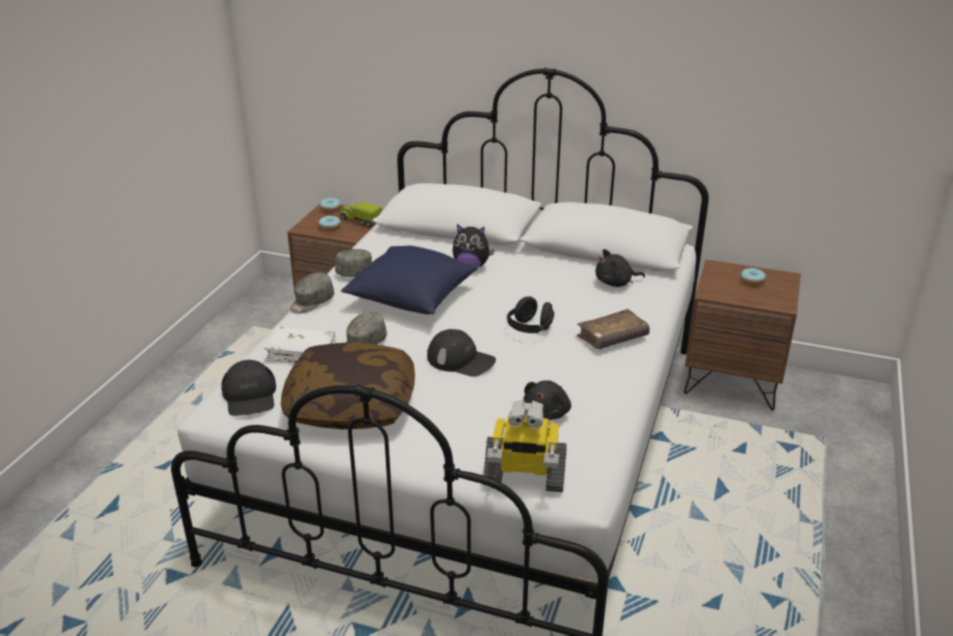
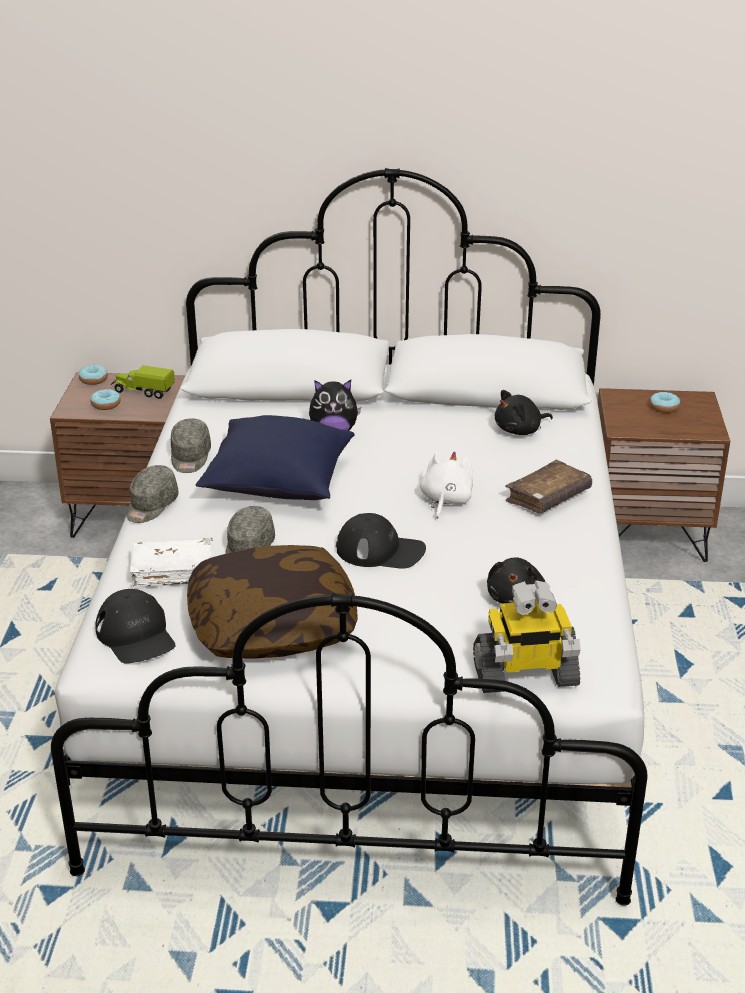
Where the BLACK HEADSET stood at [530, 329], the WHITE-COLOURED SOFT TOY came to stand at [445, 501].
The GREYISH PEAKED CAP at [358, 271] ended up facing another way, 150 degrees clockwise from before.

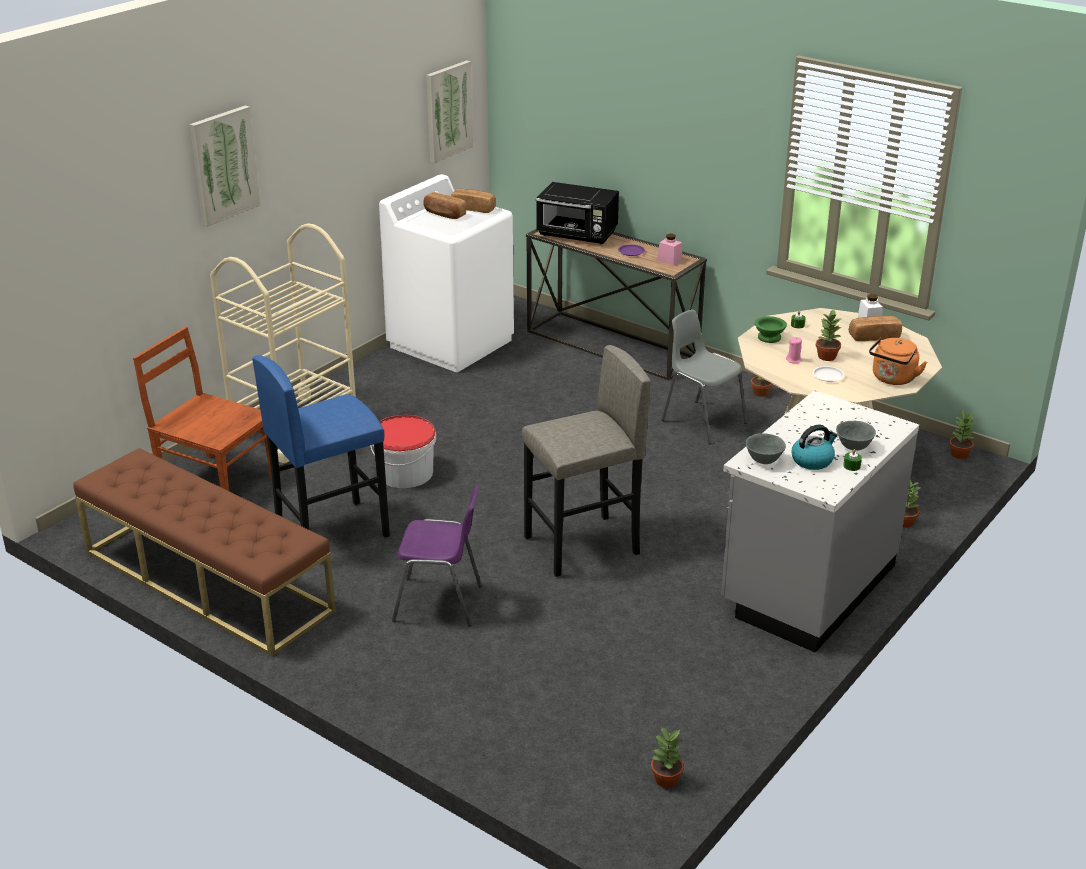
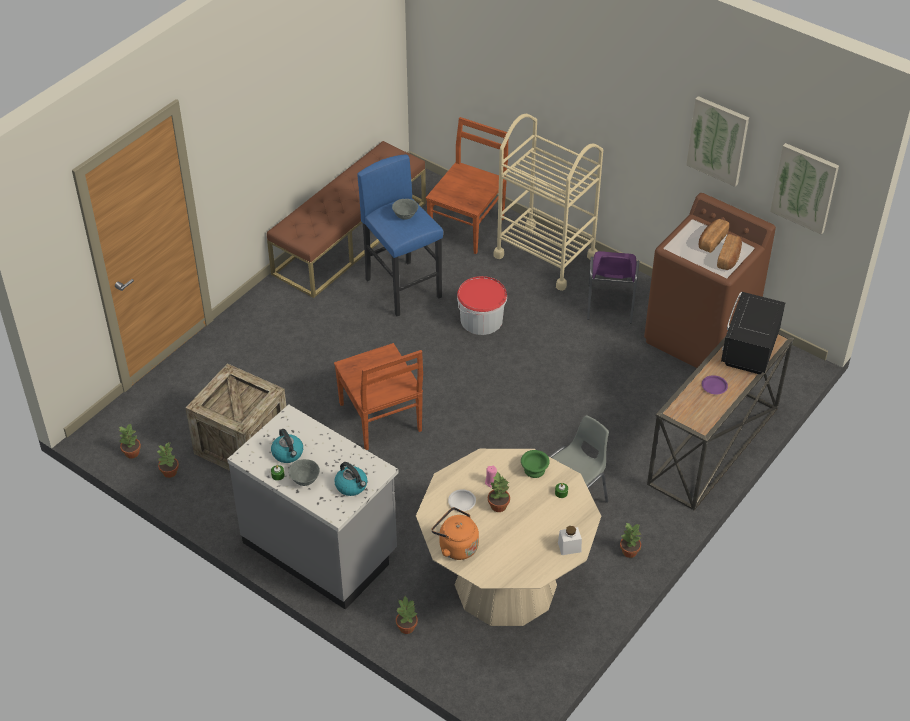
The second view lost the PINK JAR at [669, 260].
The second view lost the BAKED BREAD at [873, 337].
The second view gained the CRATE at [242, 444].
The second view gained the KETTLE at [352, 486].
The WALL PICTURE ended up elsewhere, having gone from [224, 165] to [718, 140].
The PURPLISH UPRIGHT CHAIR ended up elsewhere, having gone from [440, 603] to [610, 305].
The GREYISH BOWL ended up elsewhere, having gone from [764, 460] to [405, 216].
The POTTED PLANT ended up elsewhere, having gone from [959, 454] to [170, 472].
Where the GREYISH STOOL stood at [582, 546], the BROWNISH UPRIGHT CHAIR came to stand at [381, 419].
What was the WHITE-COLOURED LAUNDRY MACHINE at [451, 343] turned into the BROWNISH LAUNDRY MACHINE at [700, 336].

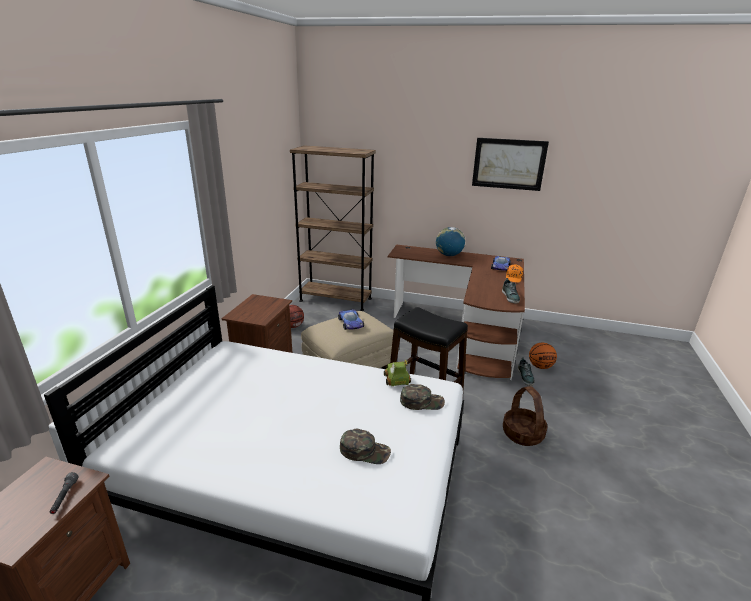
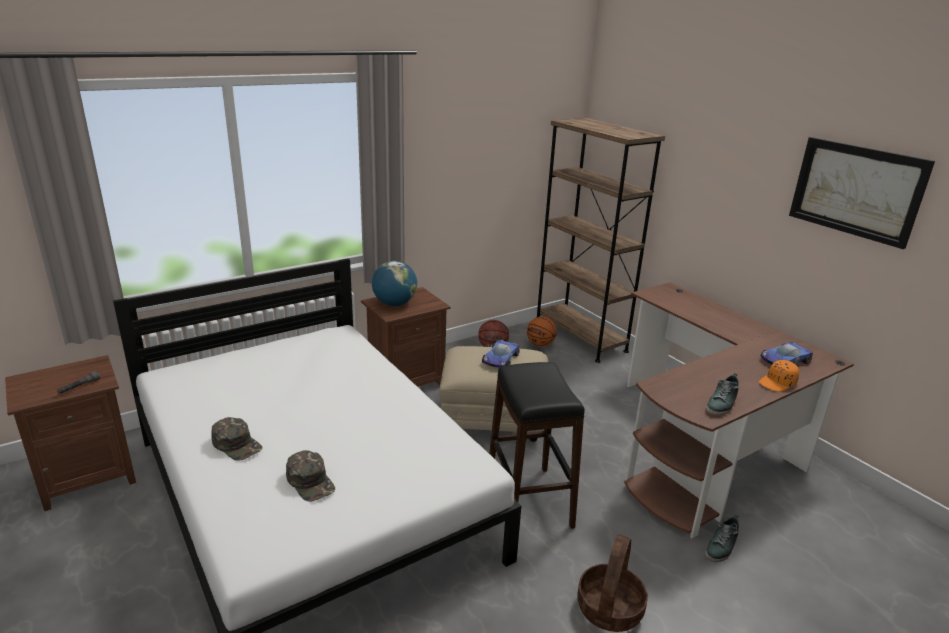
The second view lost the MINIATURE CAR at [396, 380].
The GREEN PEAKED CAP ended up elsewhere, having gone from [422, 401] to [237, 444].
The WORLD GLOBE ended up elsewhere, having gone from [449, 255] to [394, 304].
The BASKETBALL BALL ended up elsewhere, having gone from [540, 366] to [540, 344].

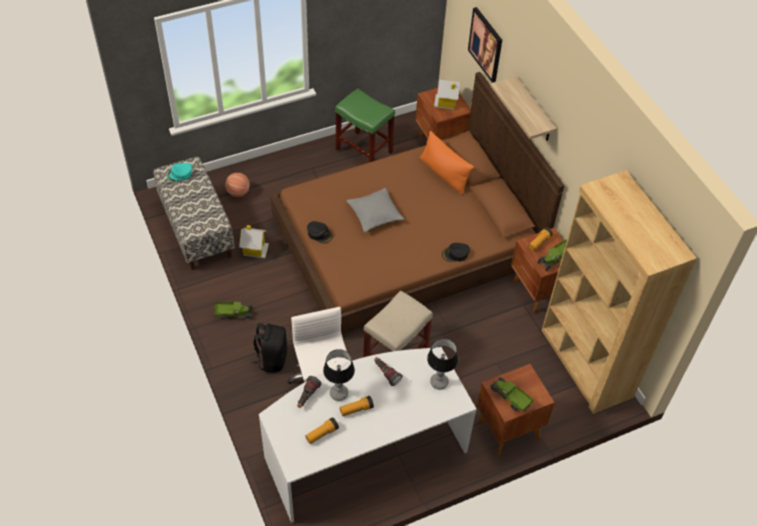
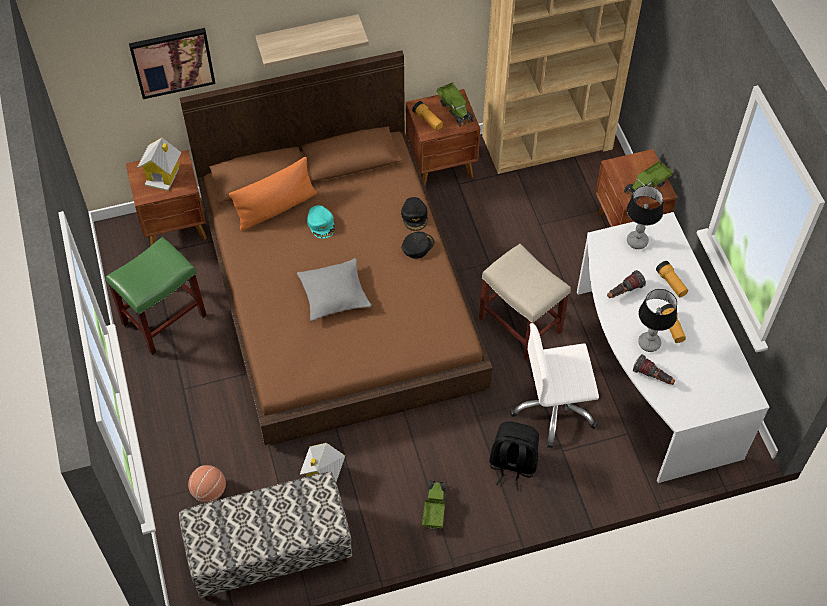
The BLUE-GREEN PEAKED CAP ended up elsewhere, having gone from [180, 174] to [321, 224].
The FLASHLIGHT ended up elsewhere, having gone from [322, 434] to [671, 283].
The BLACK PEAKED CAP ended up elsewhere, having gone from [319, 234] to [417, 246].

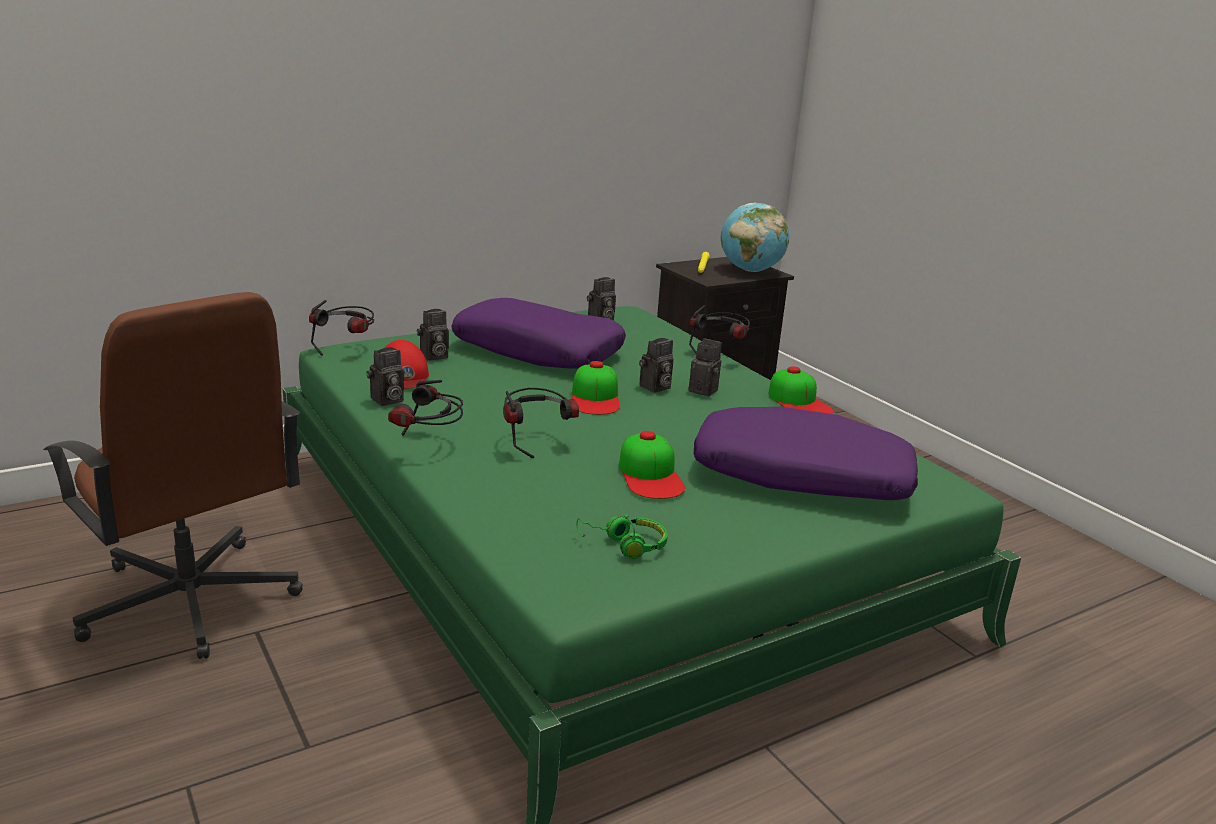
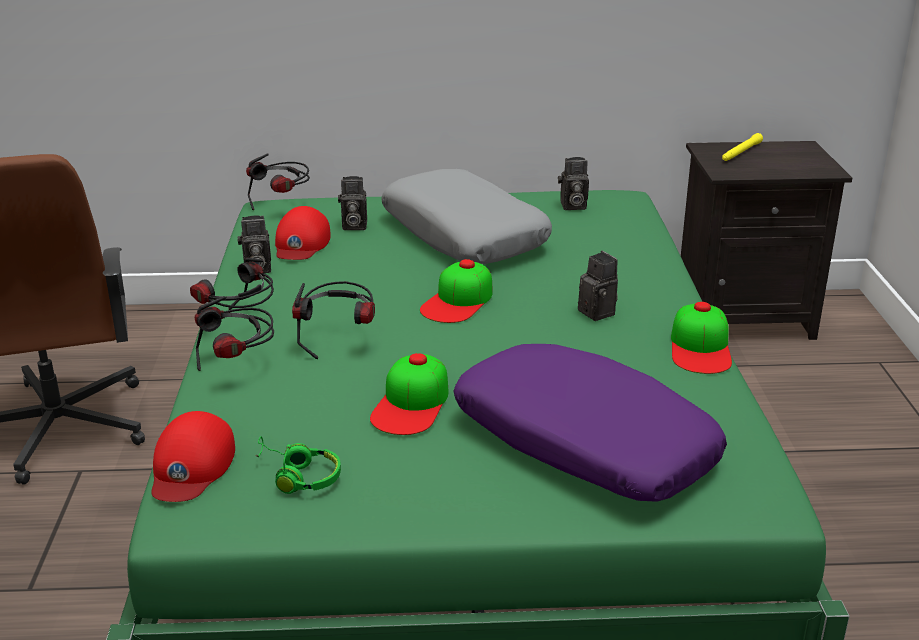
The second view lost the STILL CAMERA at [655, 388].
The second view lost the WORLD GLOBE at [750, 270].
The second view gained the RED PEAKED CAP at [191, 466].
The HEADSET ended up elsewhere, having gone from [720, 353] to [238, 368].
What was the PURPLISH PILLOW at [538, 350] turned into the GREYISH PILLOW at [465, 234].

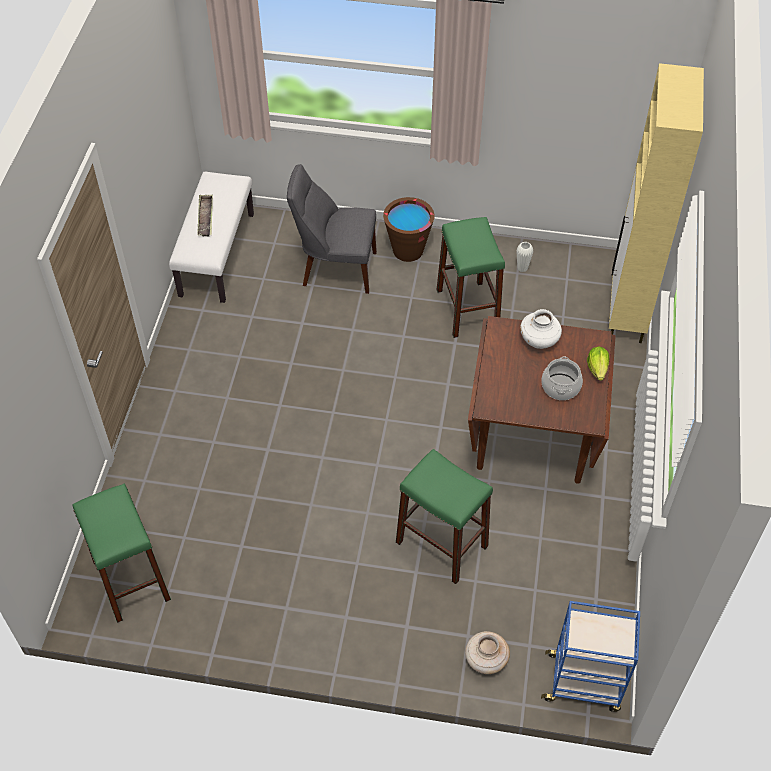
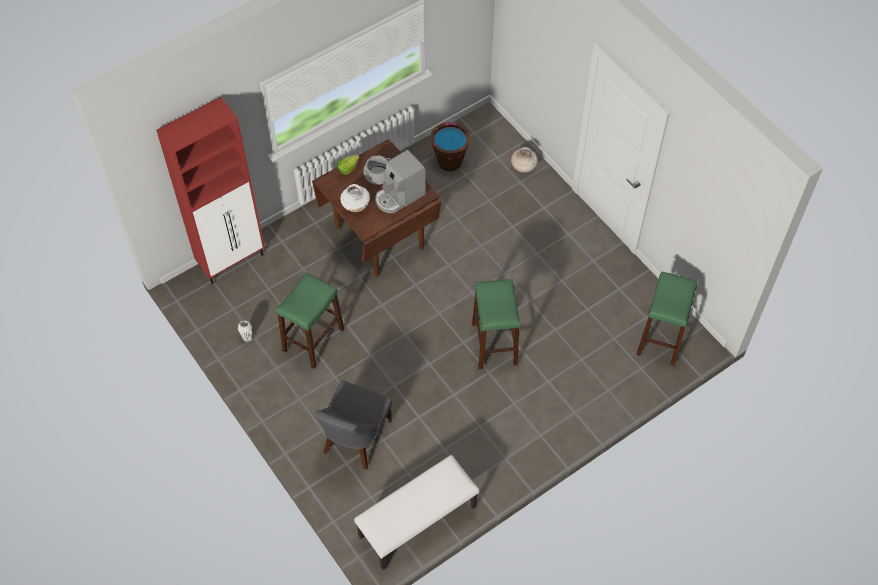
The second view lost the TRAY at [205, 218].
The second view lost the BLUE CART at [584, 682].
The second view gained the COFFEE MAKER at [399, 196].
The BROWNISH BUCKET ended up elsewhere, having gone from [408, 250] to [449, 162].
The GREEN STOOL ended up elsewhere, having gone from [442, 544] to [494, 343].
What was the BEIGE STORAGE CABINET at [626, 313] turned into the RED STORAGE CABINET at [232, 260].
The GREYISH UPRIGHT CHAIR at [335, 268] ended up facing another way, 60 degrees clockwise from before.

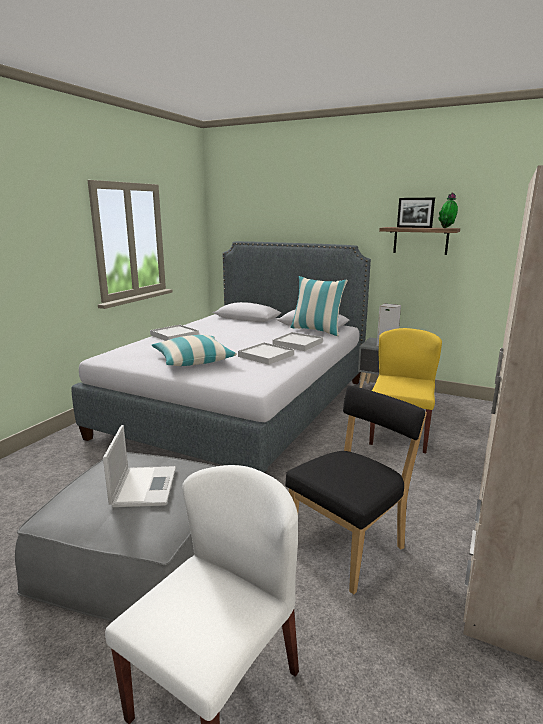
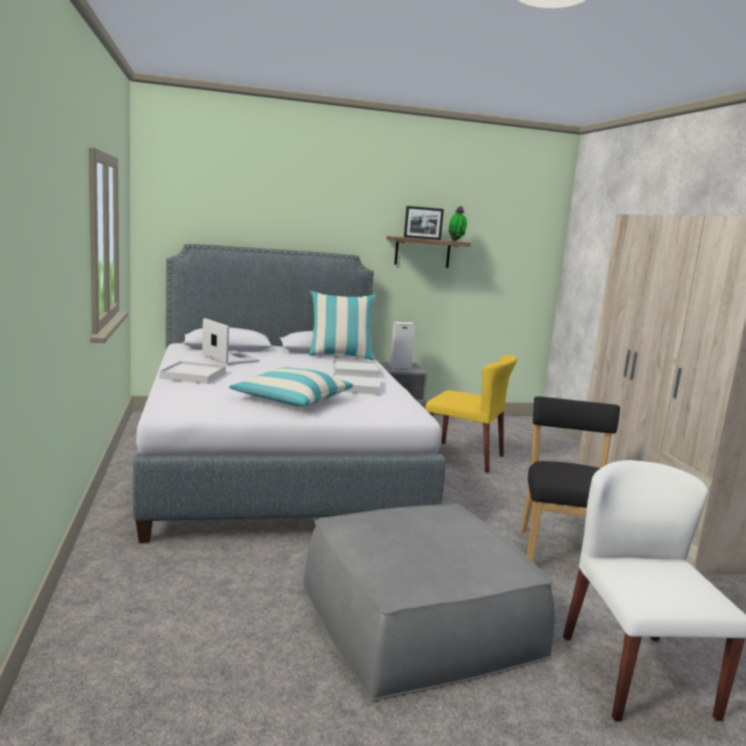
The NOTEBOOK COMPUTER ended up elsewhere, having gone from [144, 486] to [229, 358].
The YELLOWISH UPRIGHT CHAIR at [399, 434] ended up facing another way, 135 degrees clockwise from before.

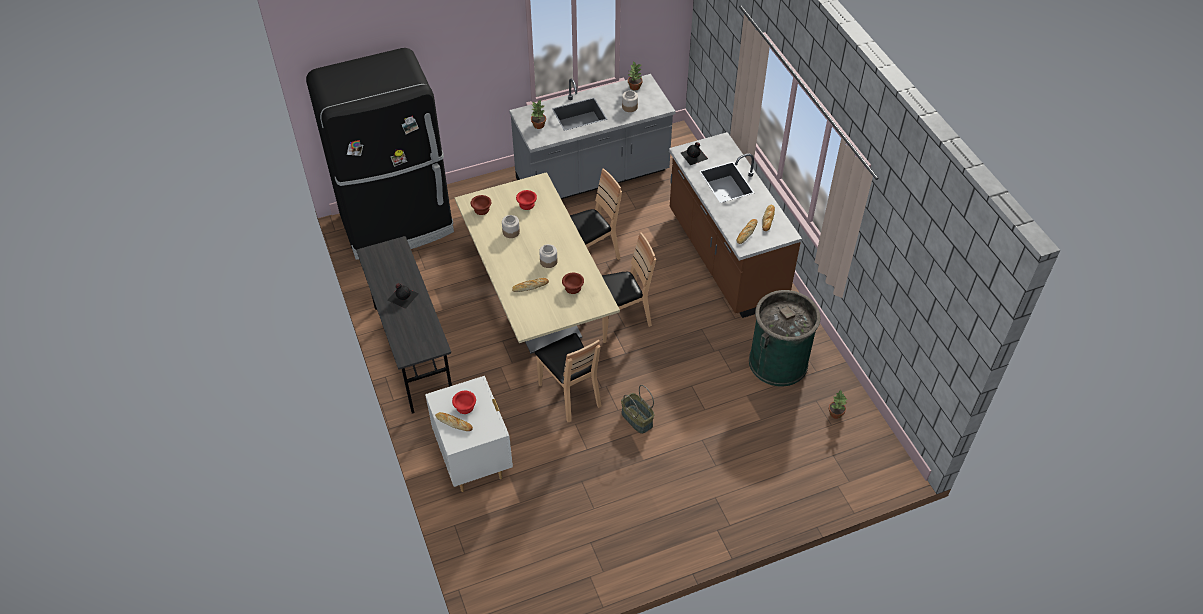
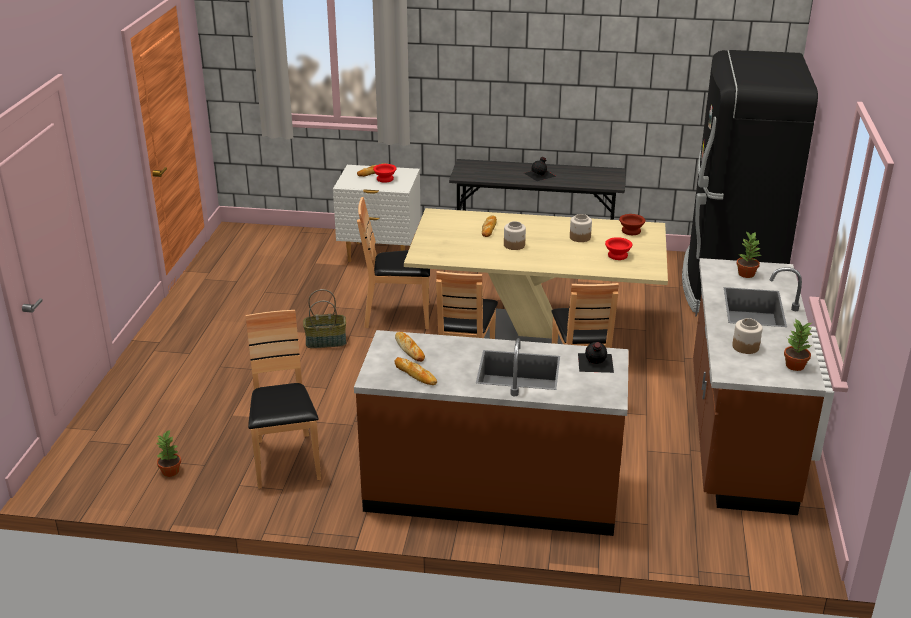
The second view lost the BROWNISH BOWL at [572, 288].
Where the GREEN TRASH CAN stood at [778, 362], the BROWNISH UPRIGHT CHAIR came to stand at [286, 461].
What was the GREYISH KITCHEN COUNTER at [592, 177] turned into the BROWNISH KITCHEN COUNTER at [737, 436].

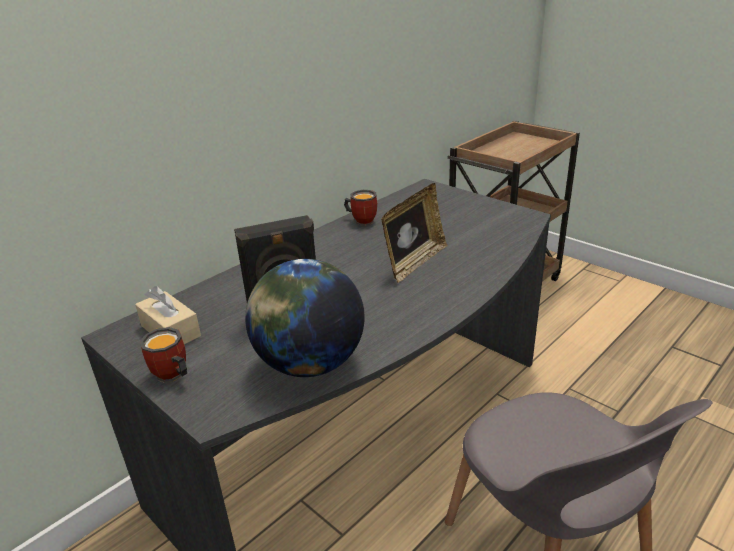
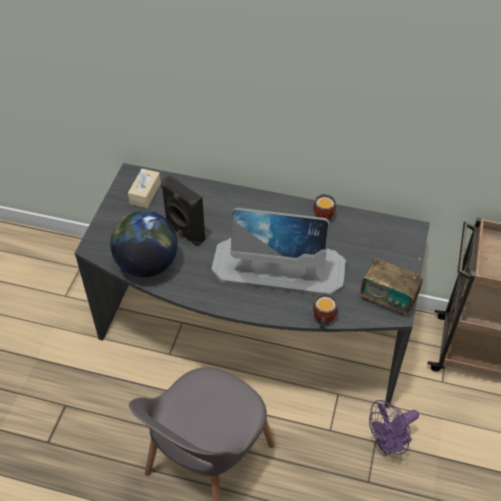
The second view gained the RADIO SET at [388, 298].
The second view gained the PURPLISH FAN at [388, 444].
The MUG ended up elsewhere, having gone from [171, 377] to [322, 320].
Where the PICTURE FRAME stood at [414, 262], the COMPUTER SCREEN came to stand at [279, 268].

